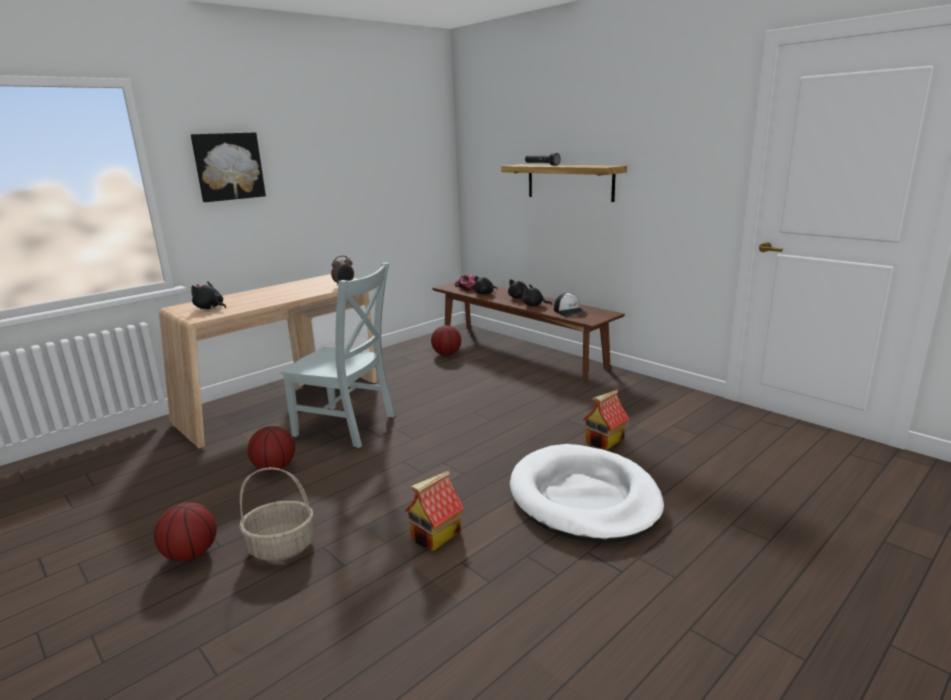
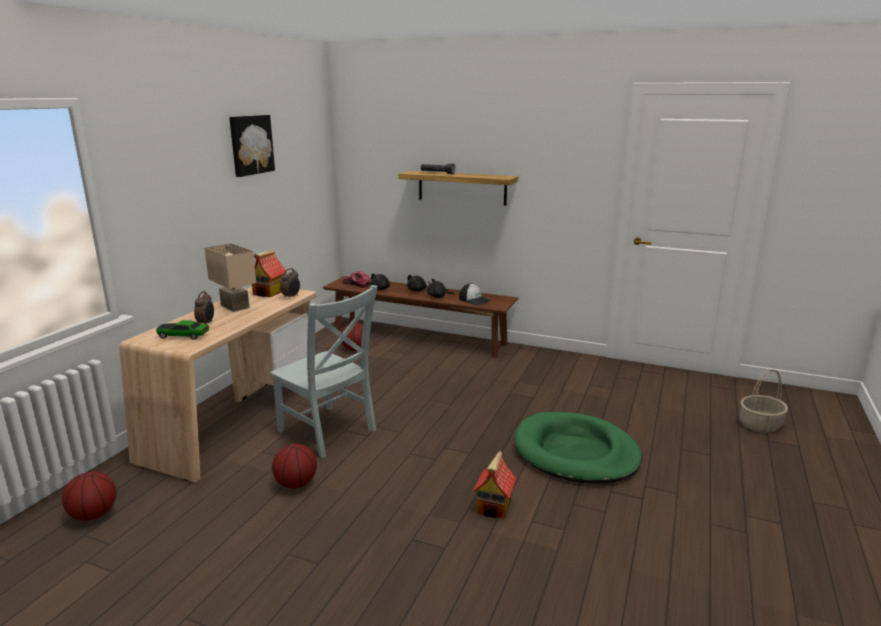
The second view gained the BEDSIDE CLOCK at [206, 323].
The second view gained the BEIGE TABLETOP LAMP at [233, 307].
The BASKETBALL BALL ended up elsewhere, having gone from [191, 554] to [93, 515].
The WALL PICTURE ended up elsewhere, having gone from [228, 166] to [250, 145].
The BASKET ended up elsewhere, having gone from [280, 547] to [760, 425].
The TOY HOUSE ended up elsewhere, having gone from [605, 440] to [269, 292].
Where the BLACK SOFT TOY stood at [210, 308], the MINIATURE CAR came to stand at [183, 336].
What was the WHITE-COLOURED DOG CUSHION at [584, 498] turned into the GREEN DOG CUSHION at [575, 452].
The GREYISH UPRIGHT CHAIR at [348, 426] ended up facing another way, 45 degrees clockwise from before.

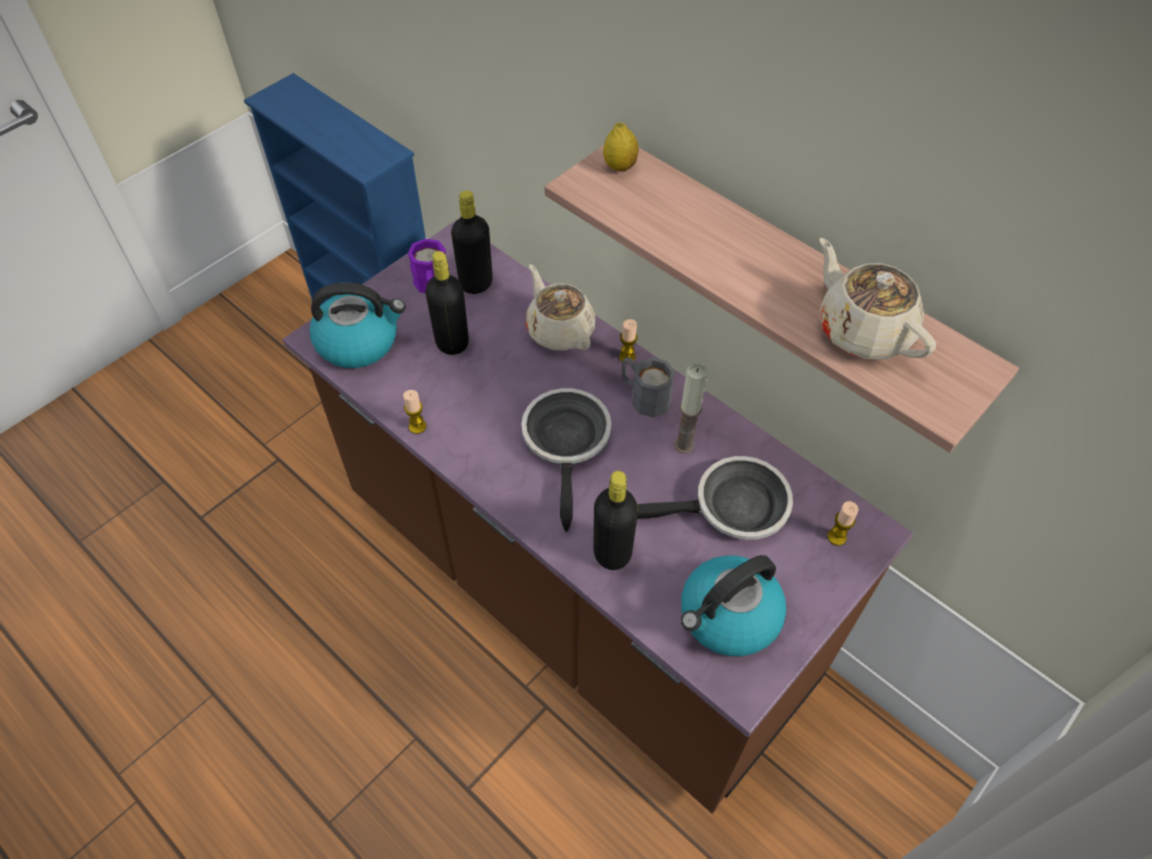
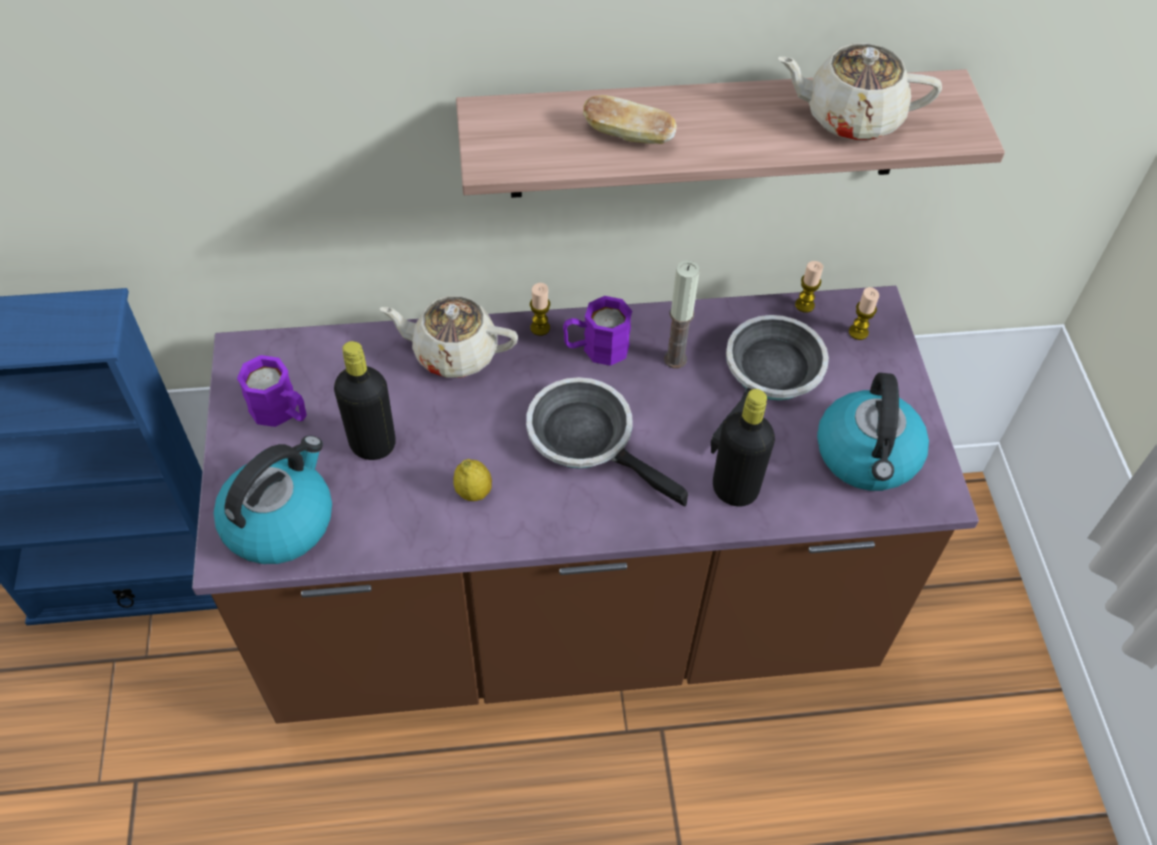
The second view lost the BLACK DRINK BOTTLE at [476, 283].
The second view gained the BAKED BREAD at [628, 136].
The WAX LIGHT ended up elsewhere, having gone from [417, 426] to [804, 305].
The CITRUS FRUIT ended up elsewhere, having gone from [619, 166] to [473, 492].
What was the GREYISH MUG at [644, 396] turned into the PURPLISH MUG at [596, 348].

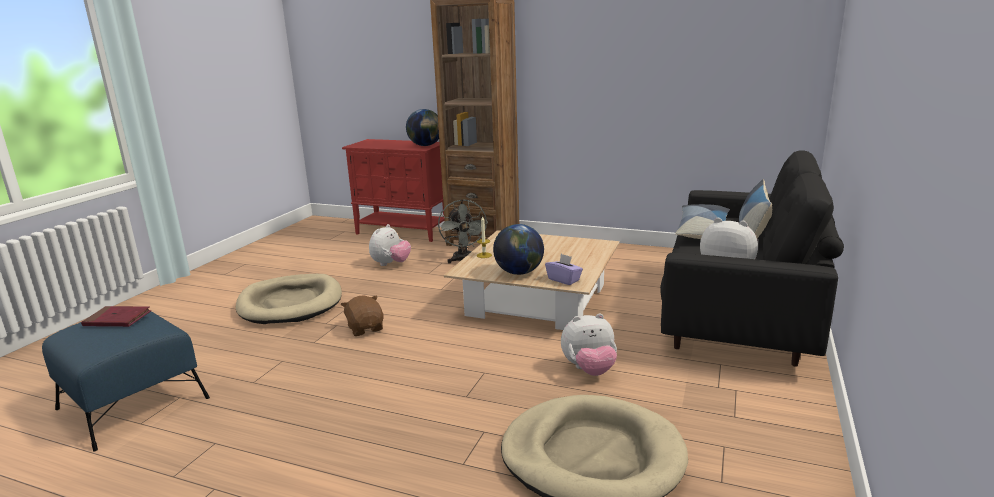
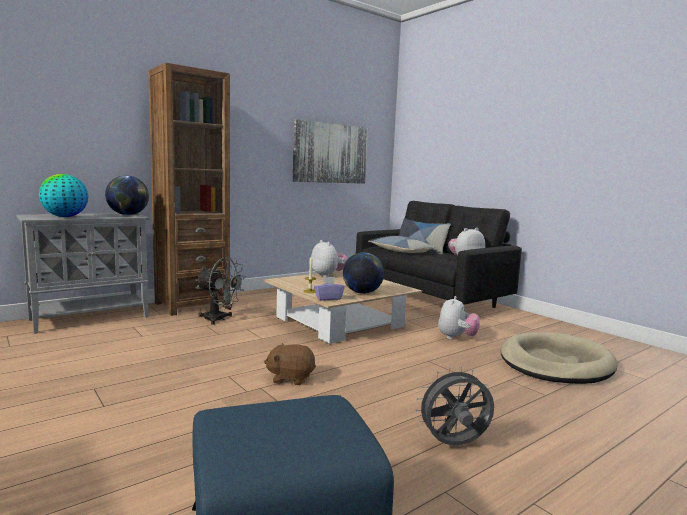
The second view lost the RED VOLUME at [117, 319].
The second view lost the BEIGE DOG CUSHION at [291, 303].
The second view gained the WORLD GLOBE at [65, 217].
The second view gained the WALL PICTURE at [330, 153].
The second view gained the GREYISH FAN at [454, 445].
The SOFT TOY ended up elsewhere, having gone from [391, 264] to [328, 275].
The PURPLISH TISSUE HOLDER ended up elsewhere, having gone from [564, 280] to [328, 298].
What was the RED STORAGE CABINET at [403, 231] turned into the GREYISH STORAGE CABINET at [91, 318].

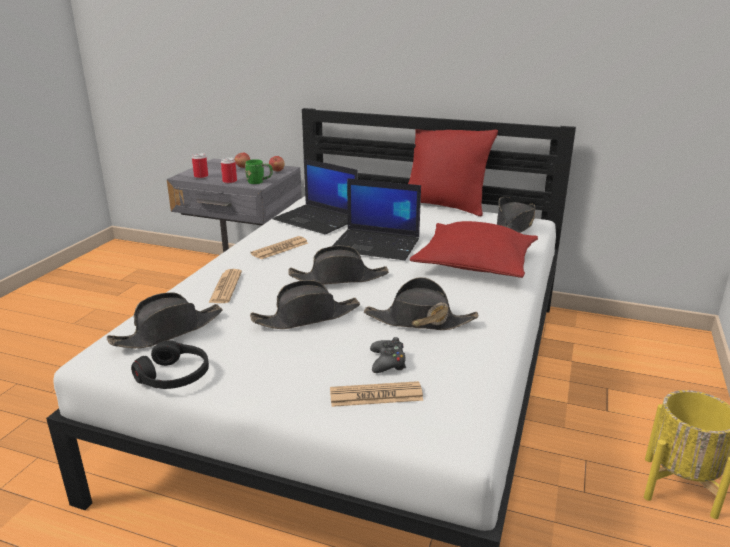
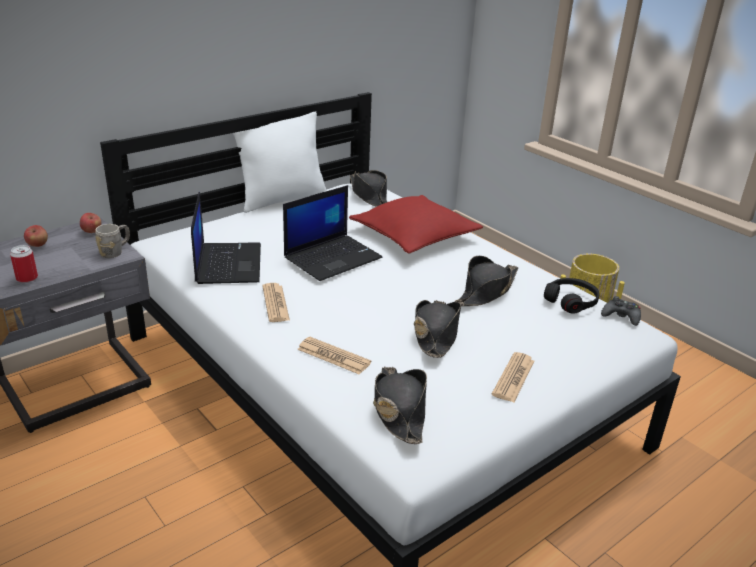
The second view lost the SEALED CAN at [229, 181].
The second view lost the BLACK HAT at [339, 278].
The BLACK HEADSET ended up elsewhere, having gone from [174, 376] to [571, 301].
The DAILY PAPER ended up elsewhere, having gone from [376, 395] to [513, 378].
The BLACK GAME CONTROLLER ended up elsewhere, having gone from [387, 362] to [621, 316].
What was the GREEN MUG at [259, 182] turned into the GREYISH MUG at [115, 252].
What was the RED PILLOW at [445, 206] turned into the WHITE-COLOURED PILLOW at [282, 200].
The NOTEBOOK COMPUTER at [317, 220] ended up facing another way, 75 degrees counterclockwise from before.

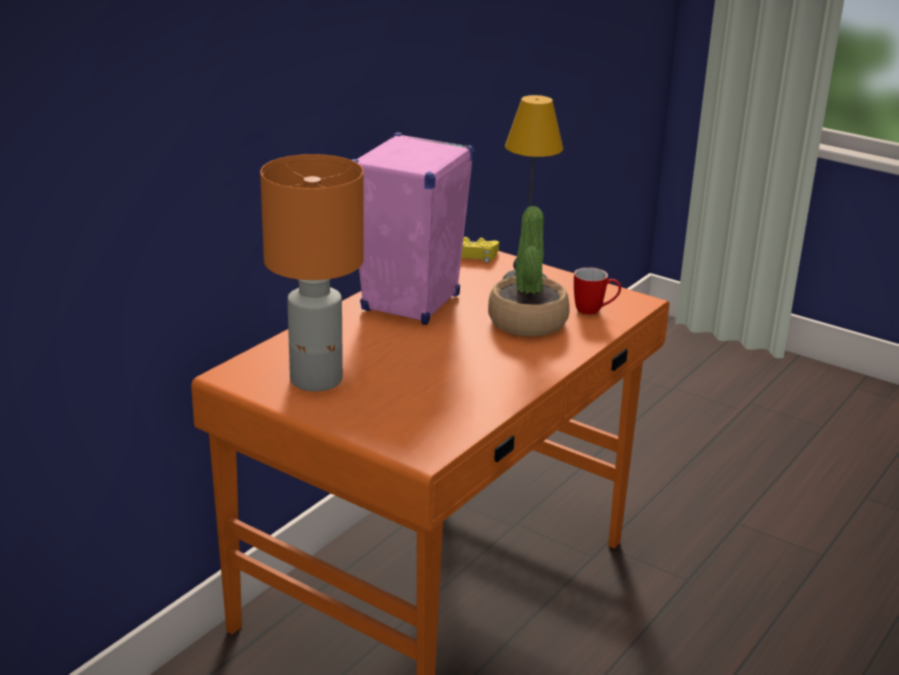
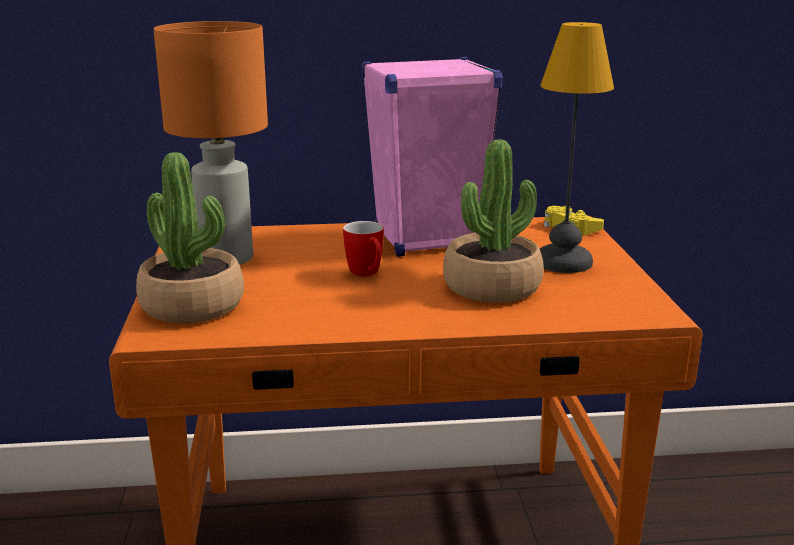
The second view gained the POTTED PLANT at [193, 305].
The MUG ended up elsewhere, having gone from [594, 311] to [367, 274].

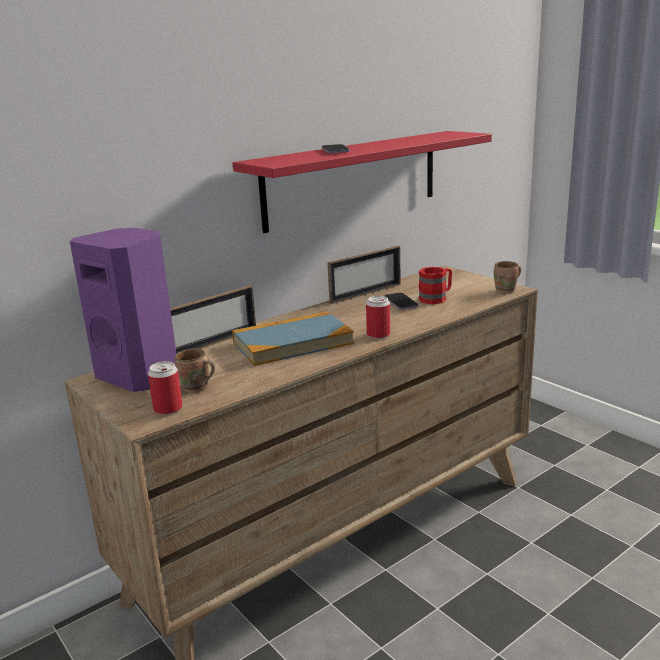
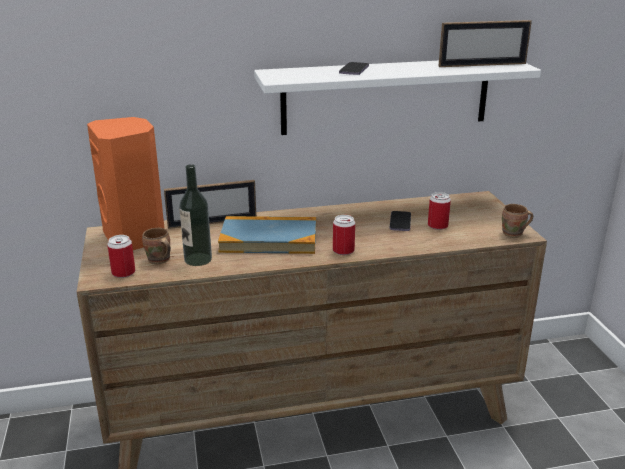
The second view gained the DRINK BOTTLE at [198, 259].
The PICTURE FRAME ended up elsewhere, having gone from [366, 293] to [482, 65].
Where the RED MUG stood at [436, 298], the SEALED CAN came to stand at [437, 226].
What was the PURPLISH SPEAKER at [141, 376] turned into the ORANGEY SPEAKER at [135, 238].
What was the RED WALL SHELF at [353, 179] turned into the WHITE-COLOURED WALL SHELF at [386, 95].

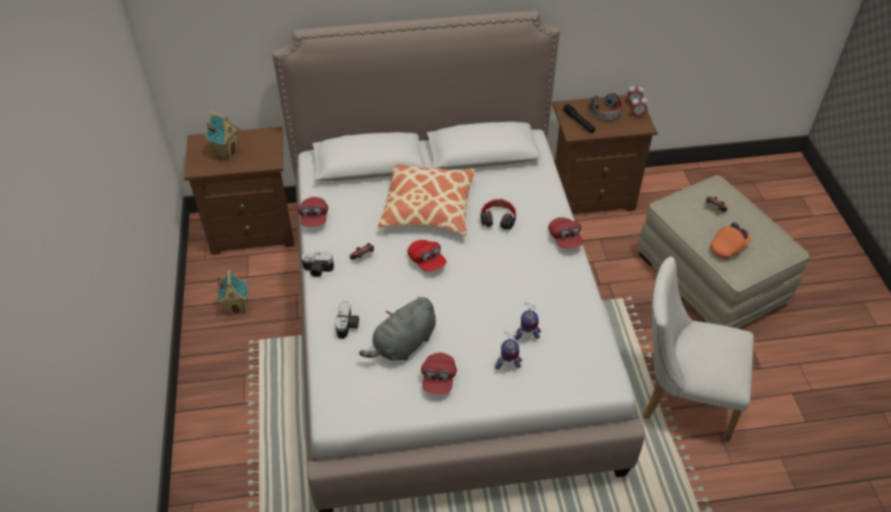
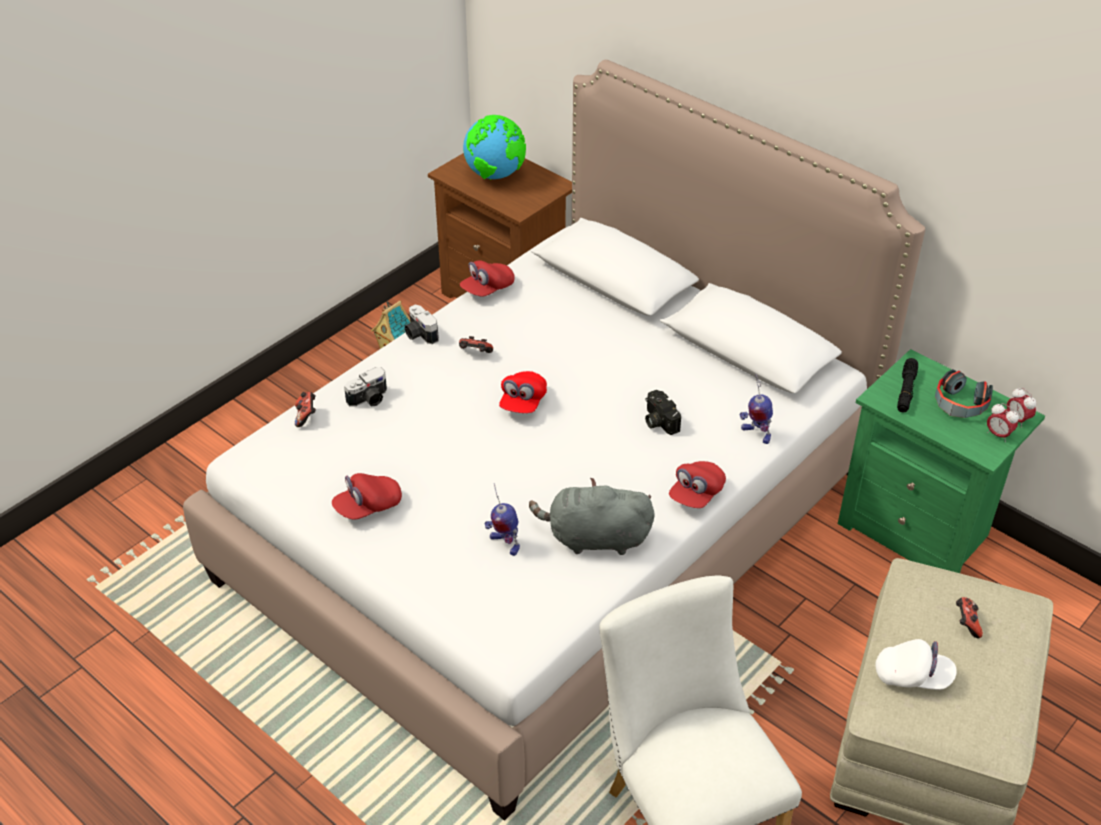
The second view lost the PILLOW at [428, 207].
The second view gained the GAME CONTROLLER at [306, 416].
The GREYISH SOFT TOY ended up elsewhere, having gone from [403, 344] to [594, 538].
The TOY ROBOT ended up elsewhere, having gone from [507, 365] to [755, 434].
Where the TOY HOUSE stood at [227, 152], the WORLD GLOBE came to stand at [495, 175].
Where the HEADSET stood at [498, 219], the STILL CAMERA came to stand at [658, 421].
What was the BROWNISH NIGHTSTAND at [590, 195] turned into the GREEN NIGHTSTAND at [918, 532].
What was the ORANGEY PEAKED CAP at [728, 247] turned into the WHITE-COLOURED PEAKED CAP at [912, 676].

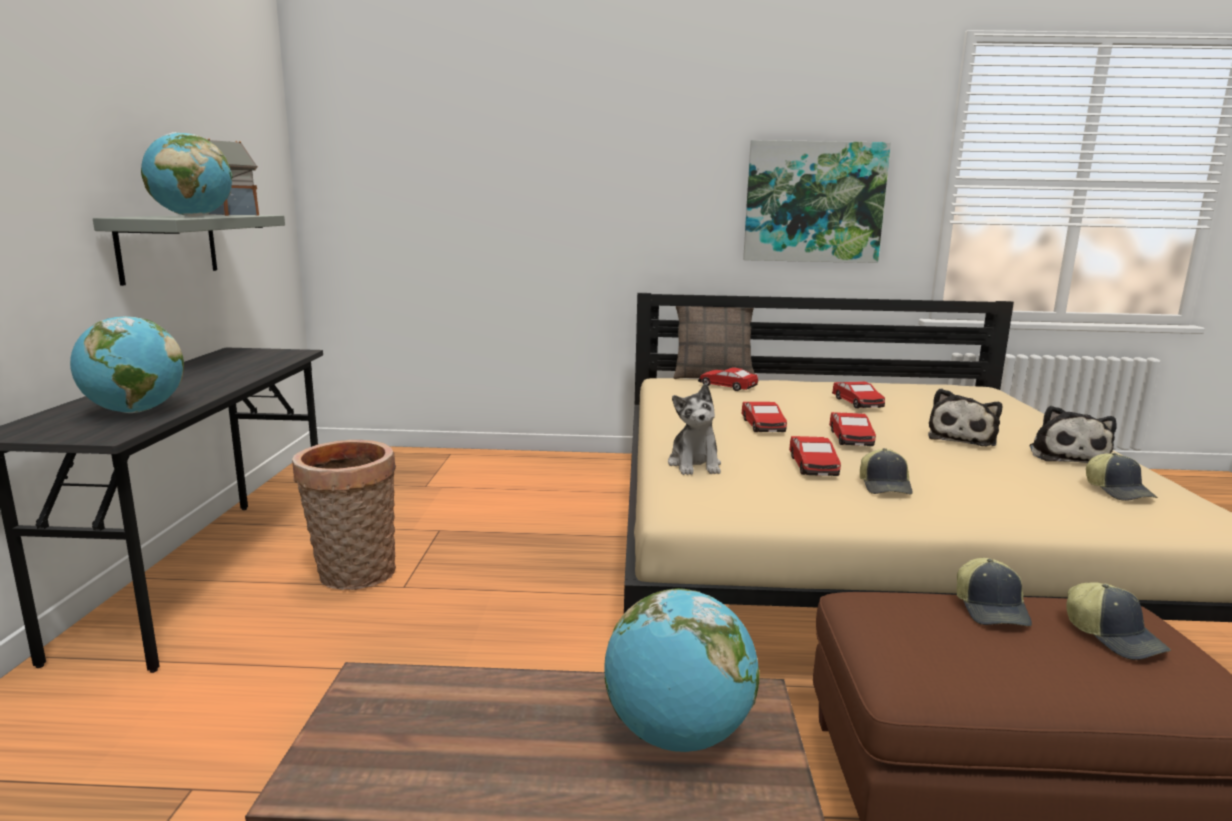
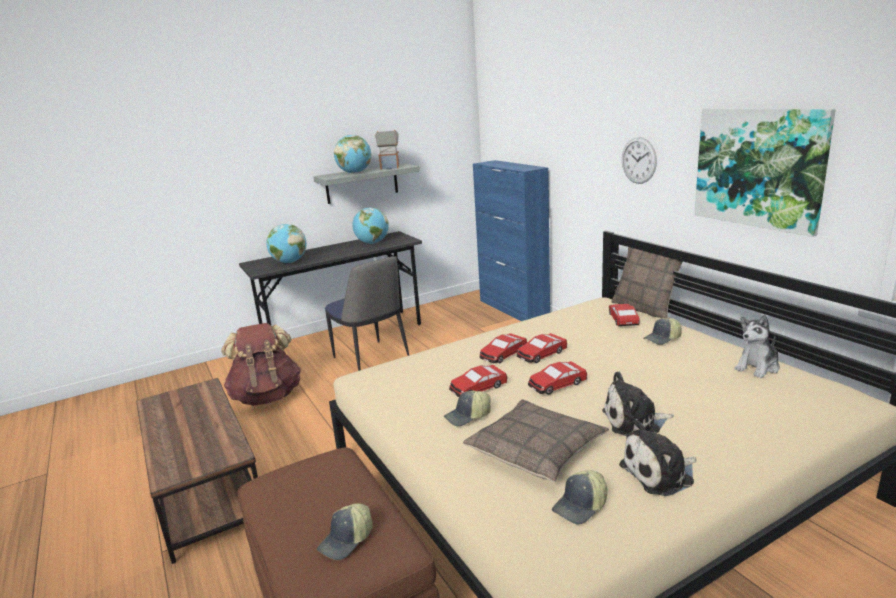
The second view gained the BROWNISH BACKPACK at [267, 396].
The second view gained the PILLOW at [536, 449].
The second view gained the BLUE STORAGE CABINET at [513, 309].
The second view gained the HANGING CLOCK at [638, 160].
The WORLD GLOBE ended up elsewhere, having gone from [678, 735] to [372, 243].
The SOFT TOY ended up elsewhere, having gone from [695, 465] to [757, 367].
The MINIATURE CAR ended up elsewhere, having gone from [857, 403] to [503, 354].
The PEAKED CAP ended up elsewhere, having gone from [992, 609] to [663, 339].
Where the BASKET stood at [353, 576], the UPRIGHT CHAIR came to stand at [372, 359].

